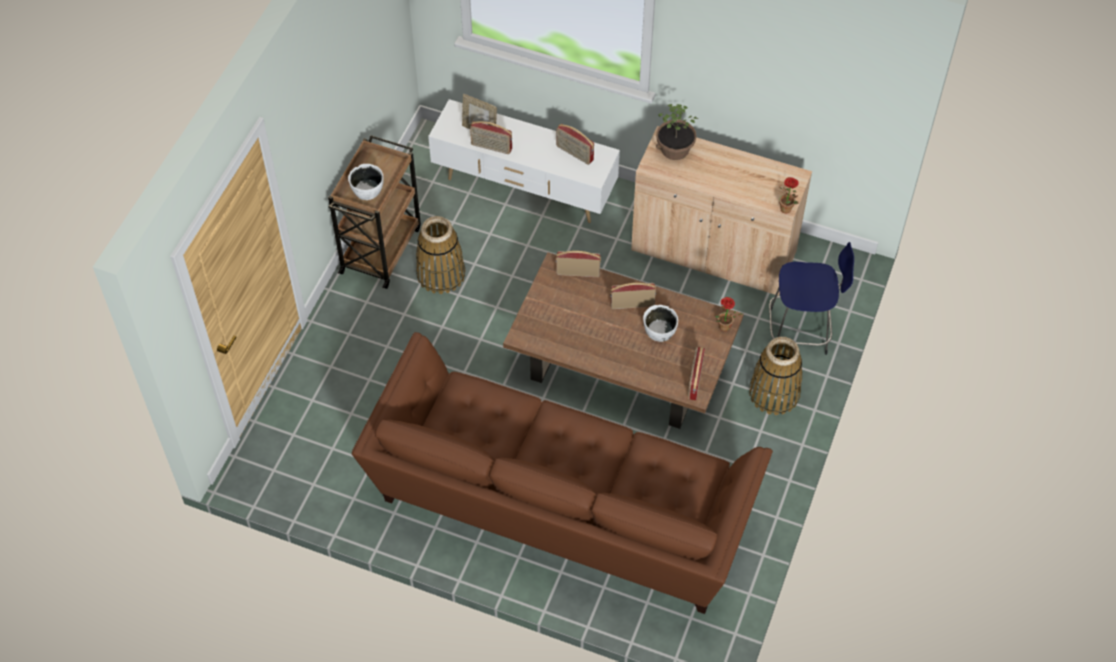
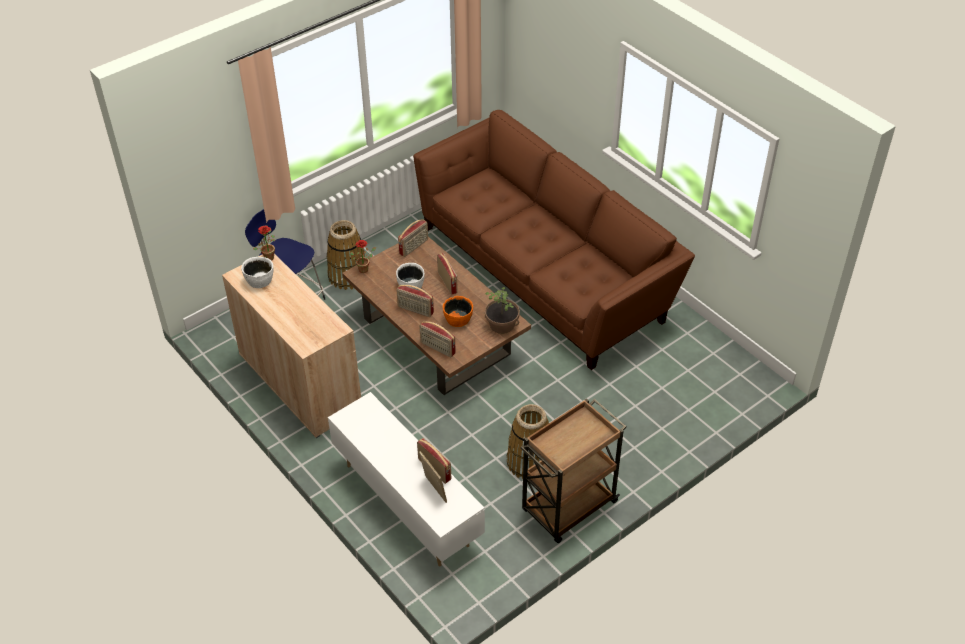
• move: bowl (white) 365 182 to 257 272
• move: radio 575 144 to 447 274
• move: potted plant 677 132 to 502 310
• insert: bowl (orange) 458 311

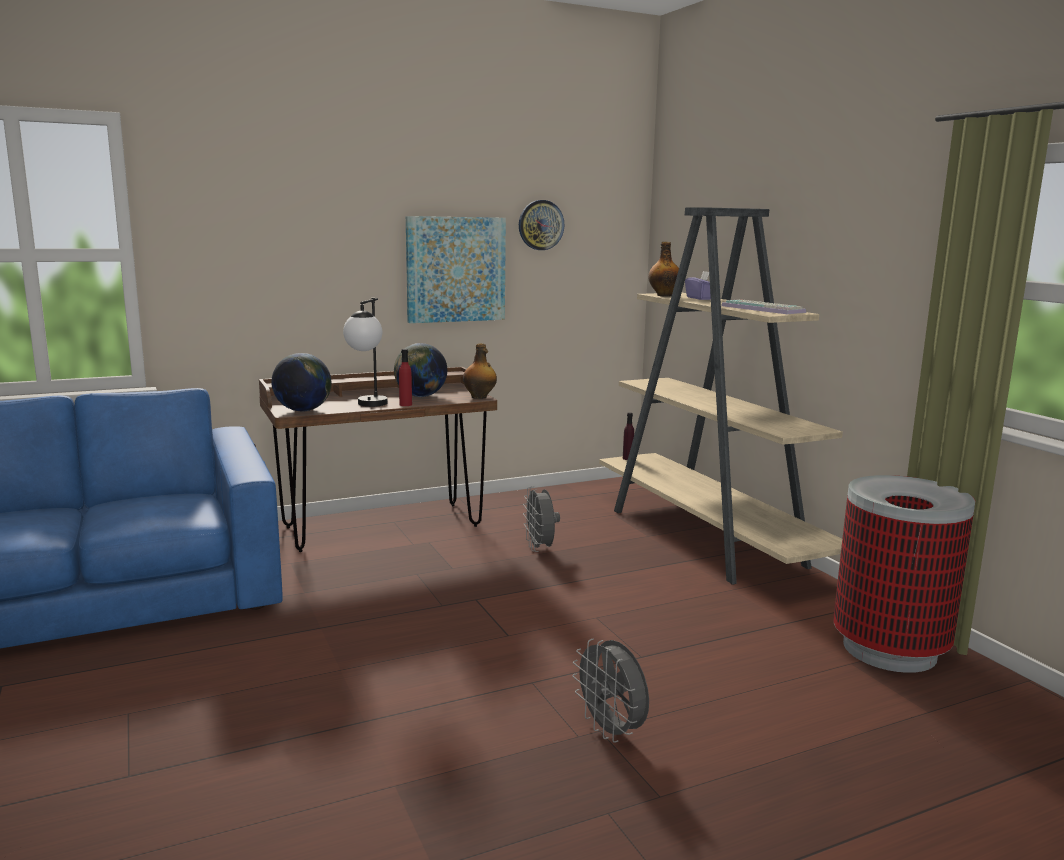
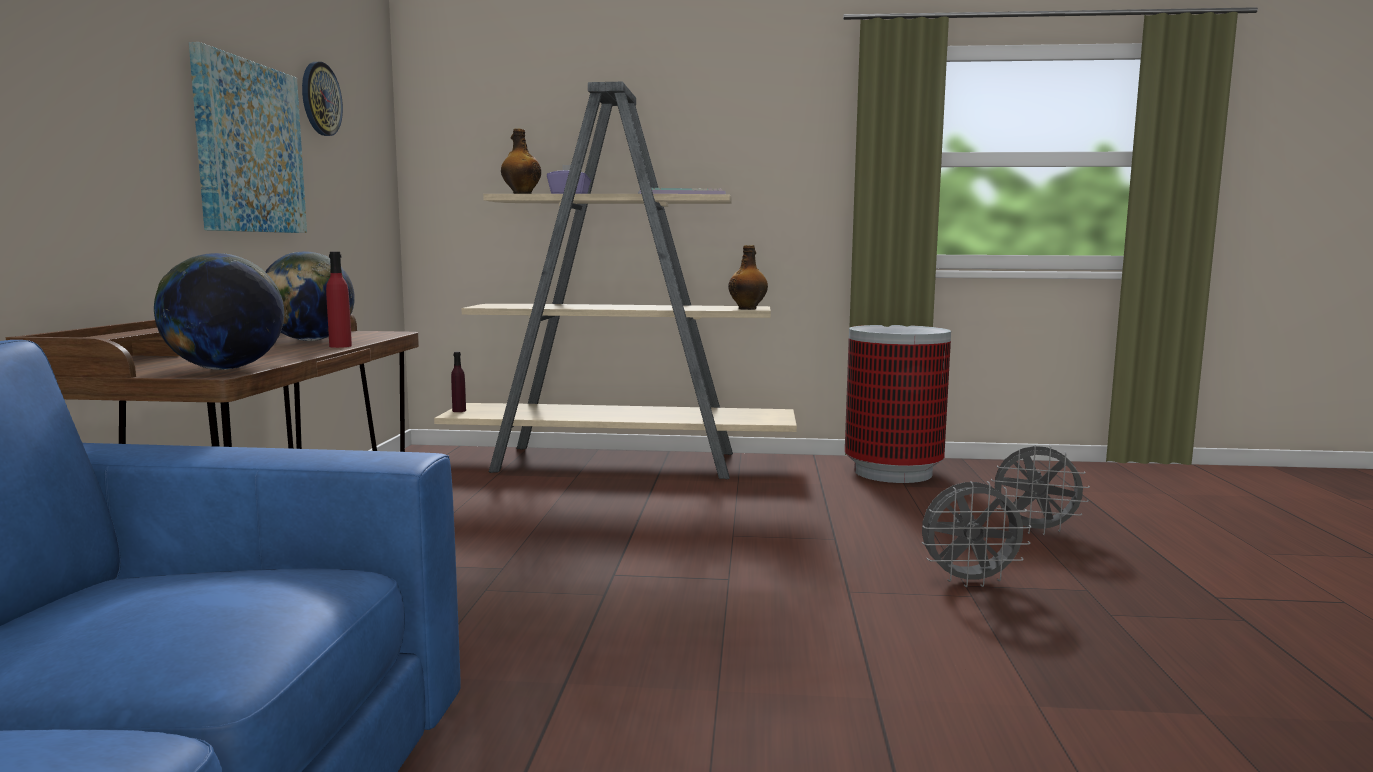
• delete: table lamp 365 352
• move: bottle 480 371 to 748 277
• move: fan (grey) 541 519 to 1040 489

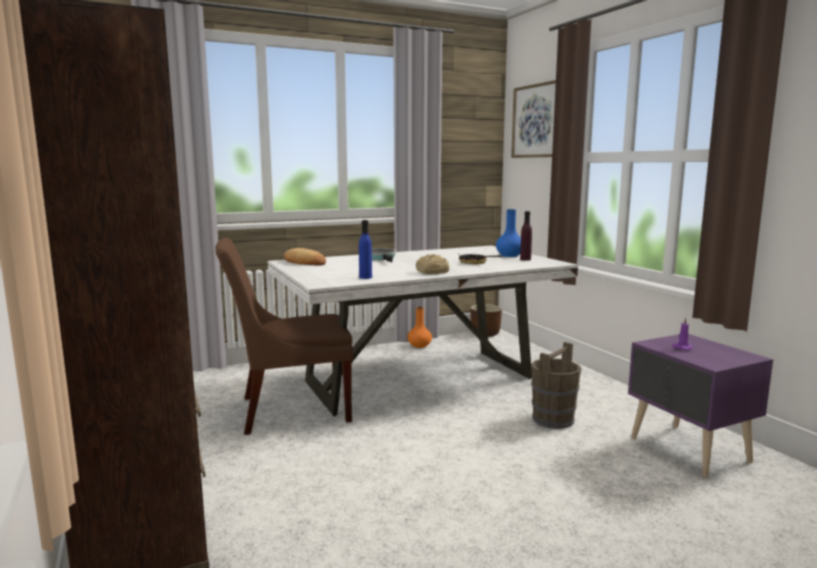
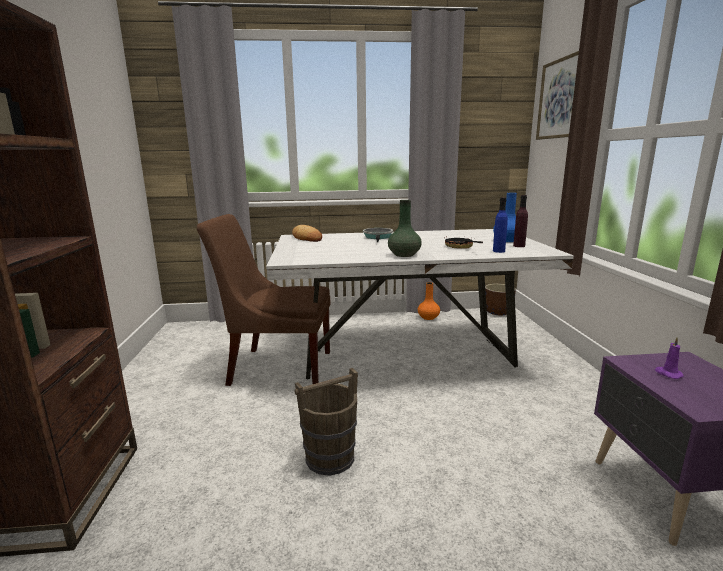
• move: bottle (blue) 365 249 to 500 225
• replace: bread 433 264 to vase (green) 405 228
• move: bucket (brown) 556 385 to 326 422

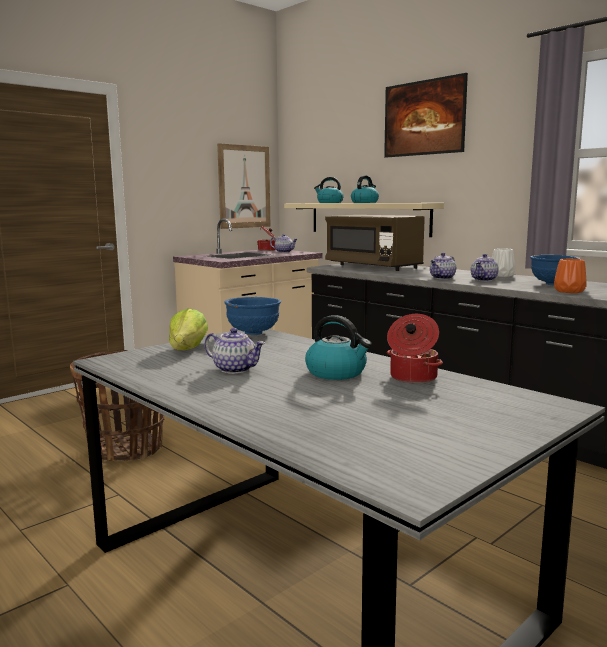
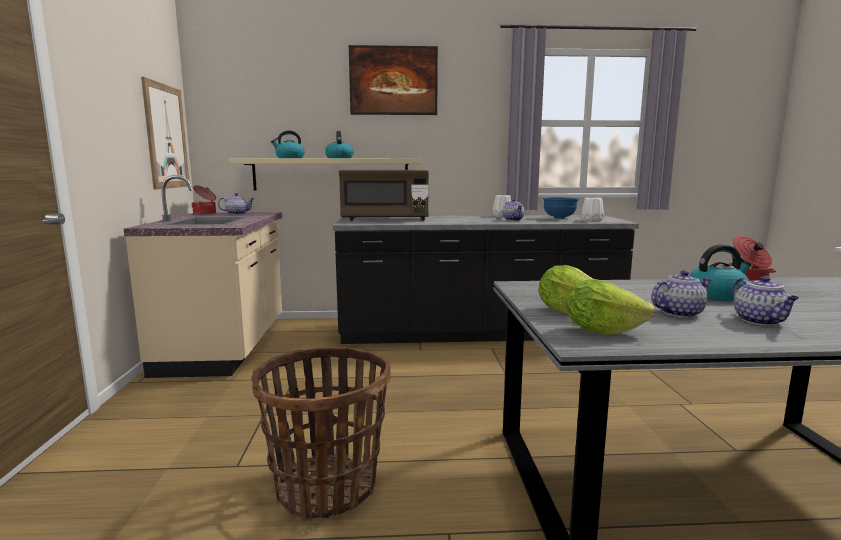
• delete: bowl (blue) 252 316
• move: teapot 443 266 to 766 301
• recolor: vase (orange) 570 275 to vase (white) 592 209
• insert: lettuce 610 307

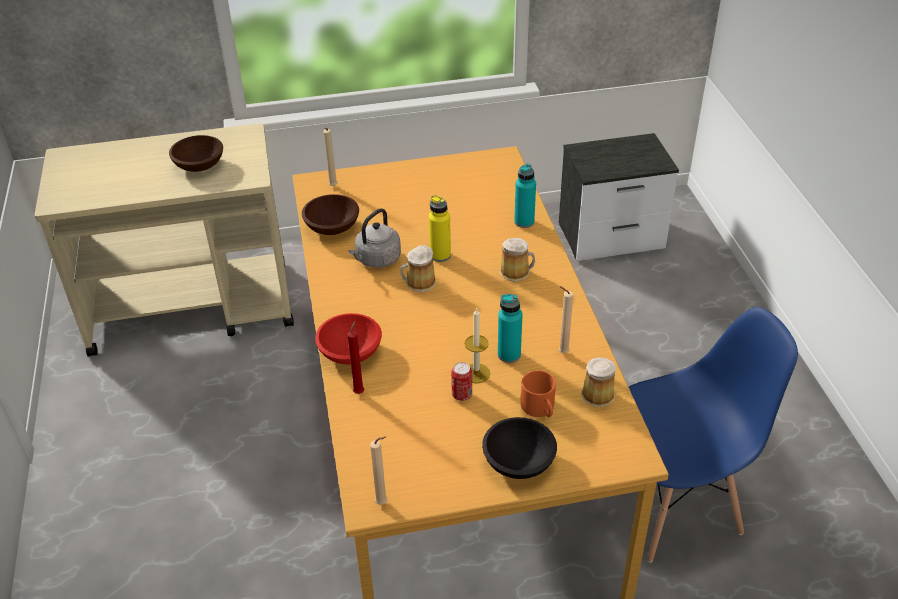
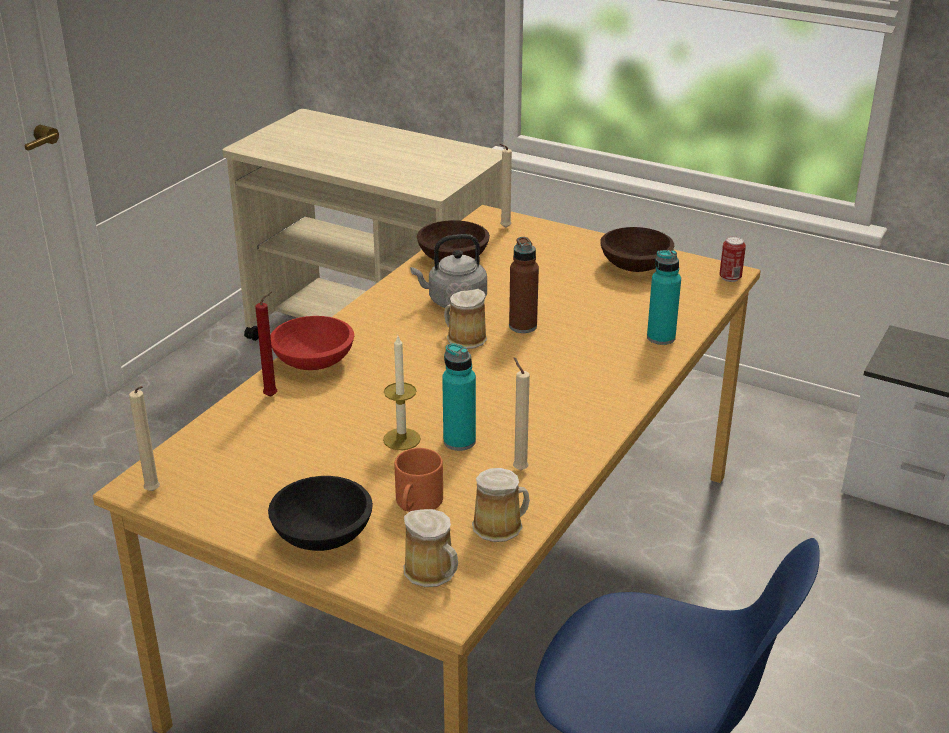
• move: bowl (brown) 196 153 to 637 249
• recolor: bottle (yellow) 440 228 to bottle (brown) 524 285
• move: can 461 381 to 732 259
• move: mug 517 260 to 430 548

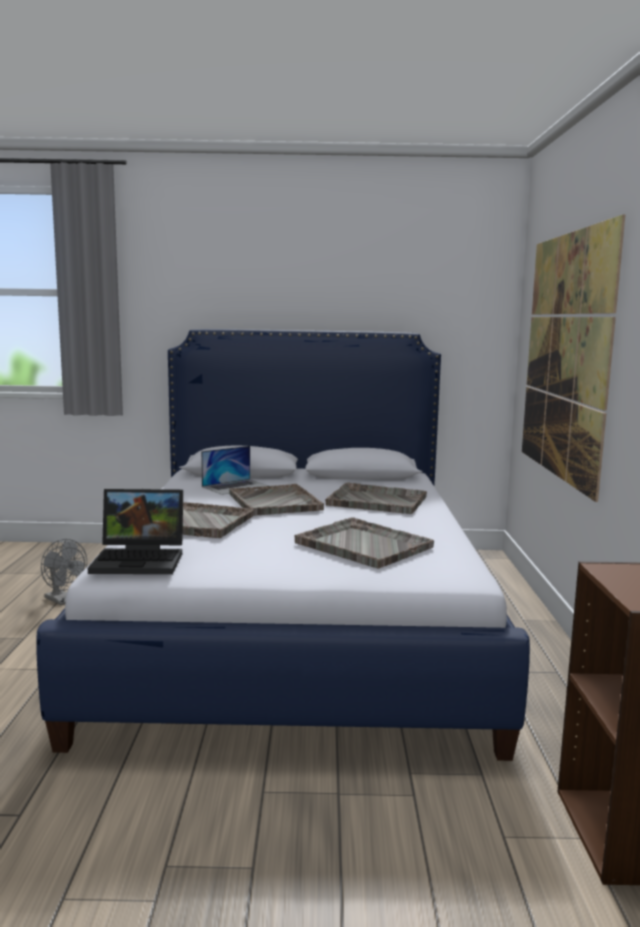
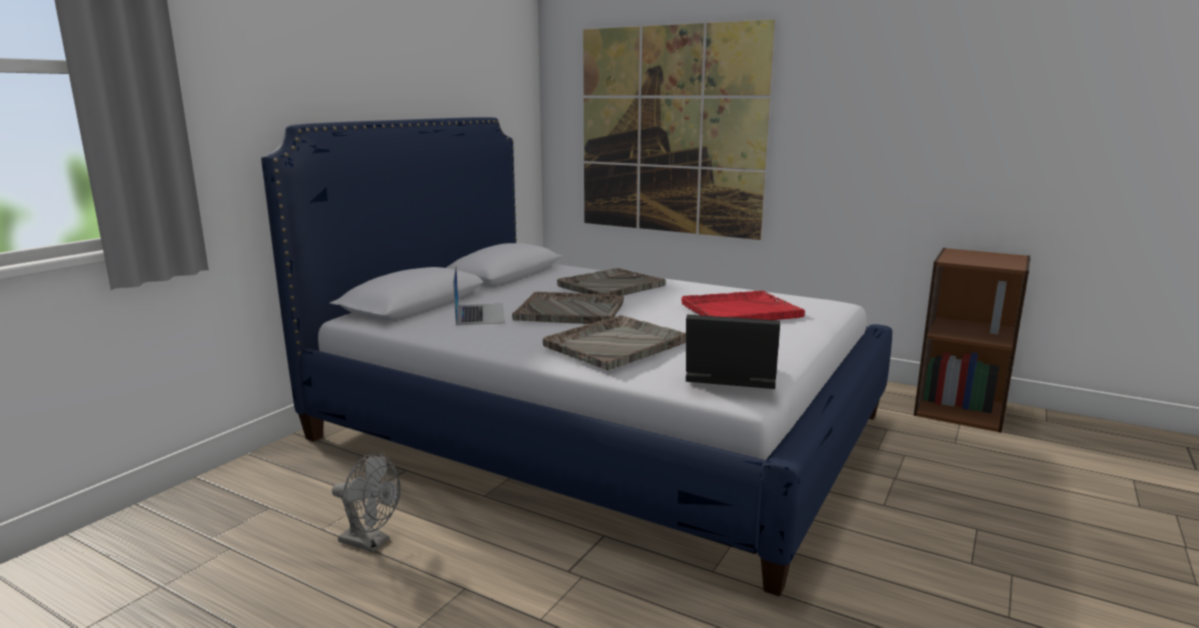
• rotate: fan (grey) 64 572 = 366 502 45 degrees clockwise
• rotate: laptop 135 531 = 733 352 105 degrees counterclockwise
• recolor: tray (grey) 364 542 to tray (red) 743 305

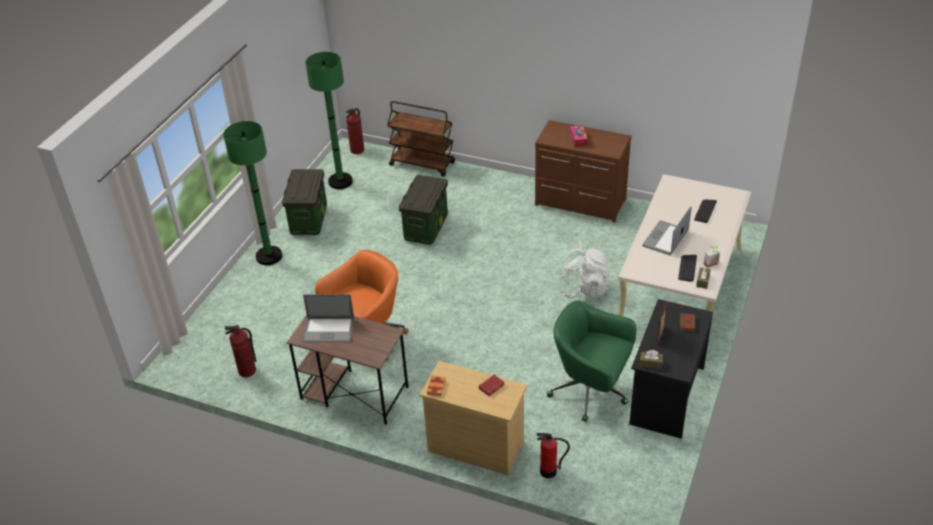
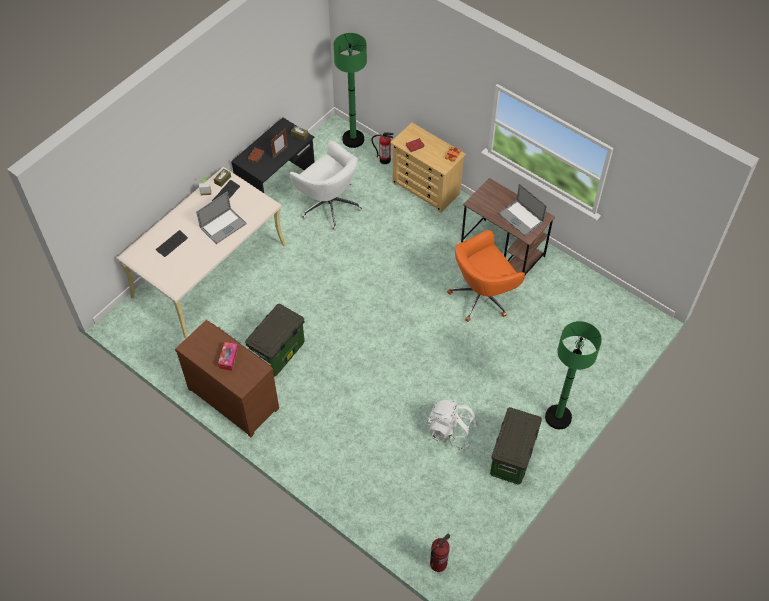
• delete: fire extinguisher 241 351
• rotate: laptop 328 318 = 522 209 150 degrees counterclockwise
• move: floor lamp (green) 329 120 to 350 90
• delete: cart (brown) 421 139
• move: storage box 423 210 to 275 340
• recolor: office chair (green) 592 361 to office chair (white) 325 185
• move: backpack (white) 585 273 to 452 424

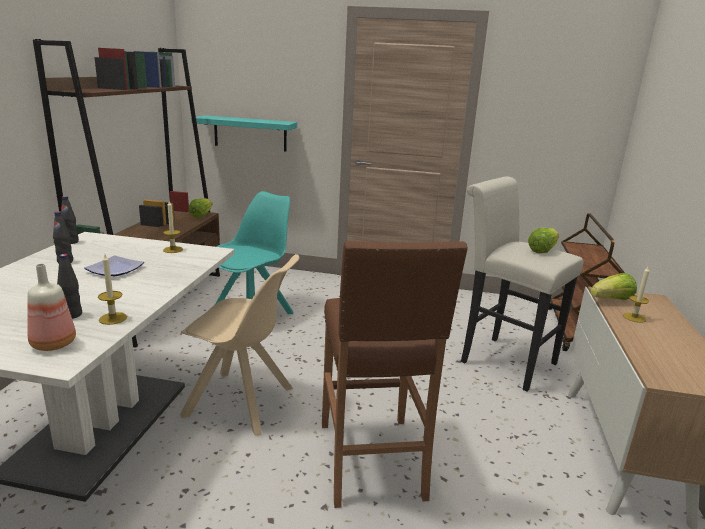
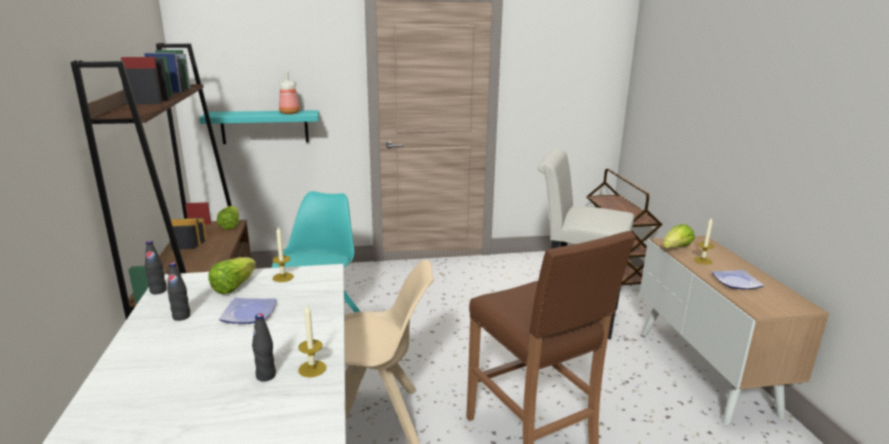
• move: bottle 51 307 to 289 92
• move: lettuce 543 240 to 232 275
• insert: plate 738 279

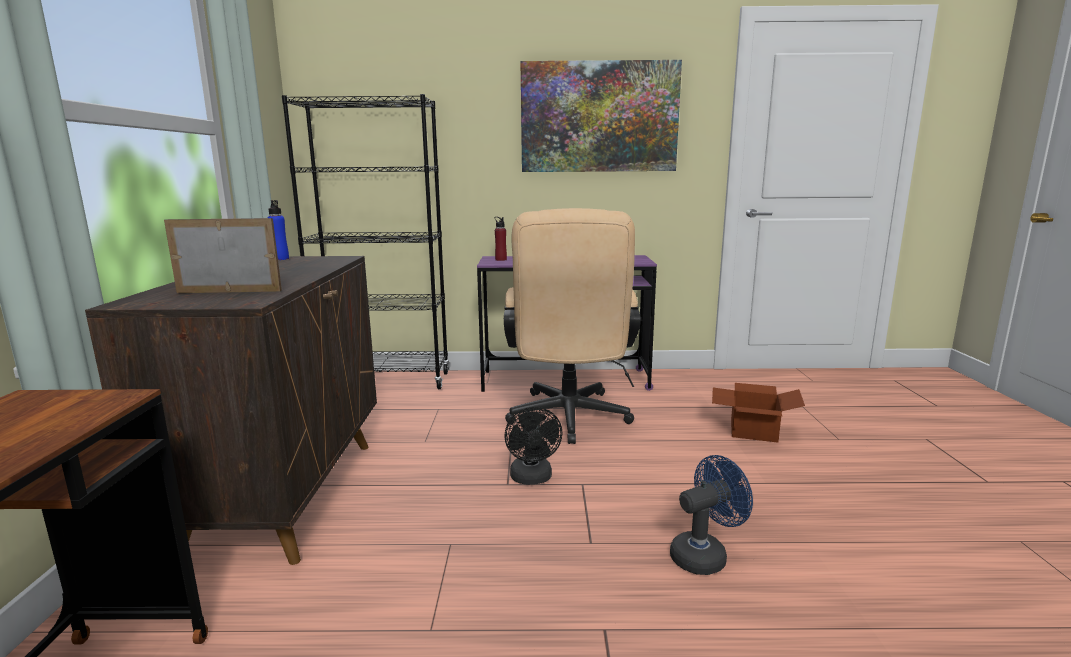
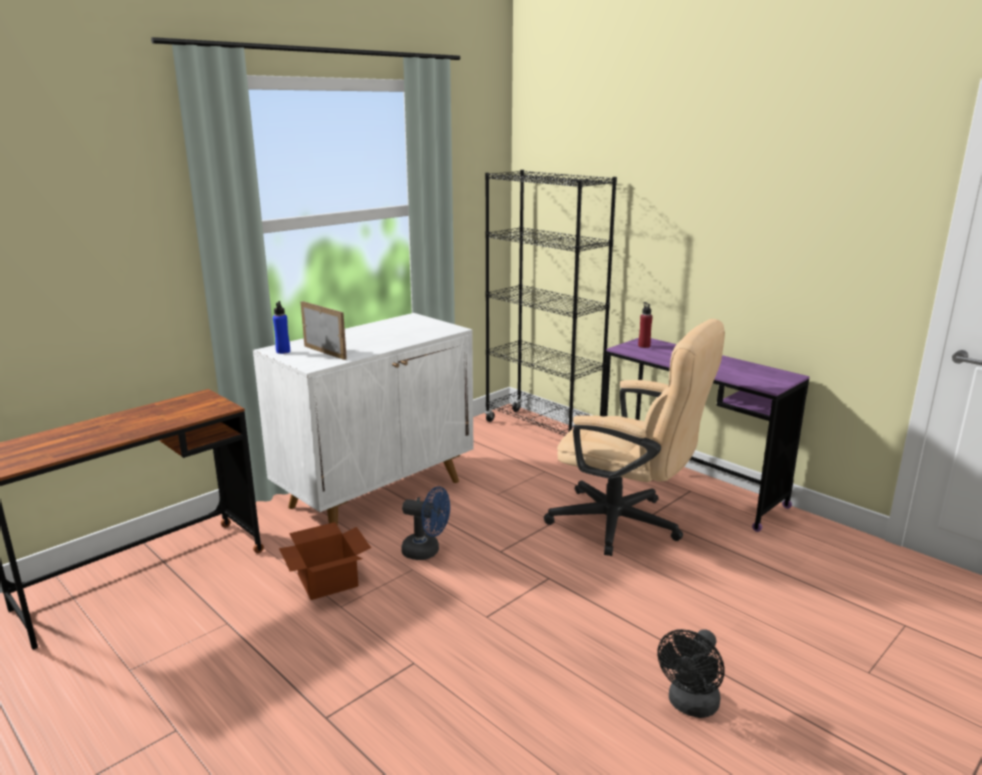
• recolor: cabinet (brown) 231 410 to cabinet (white) 363 419
• move: bottle (blue) 278 230 to 281 327
• rotate: office chair (beige) 572 326 = 634 437 105 degrees counterclockwise
• move: fan (black) 533 446 to 691 673
• delete: picture 601 116
• move: fan (blue) 711 515 to 425 523
• move: cardboard box 758 413 to 325 561

